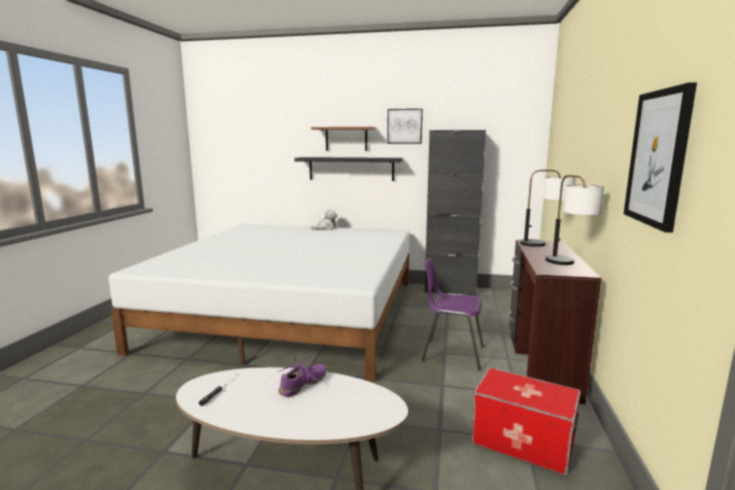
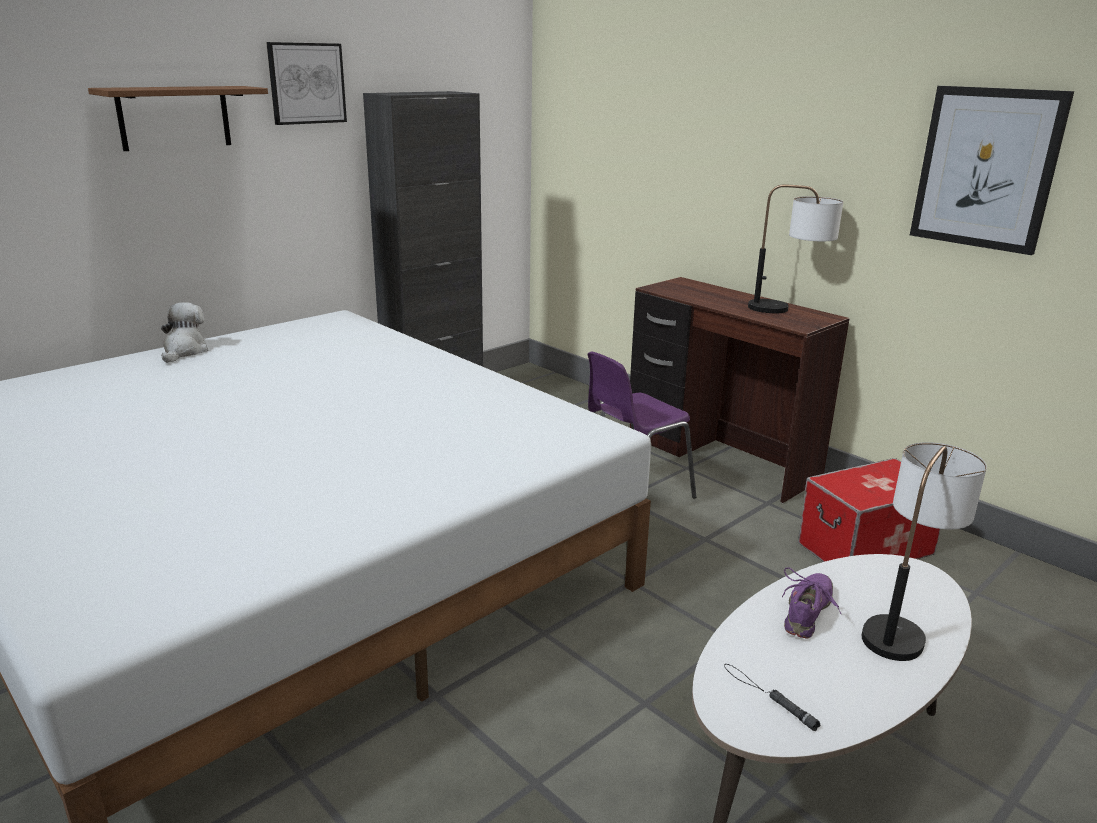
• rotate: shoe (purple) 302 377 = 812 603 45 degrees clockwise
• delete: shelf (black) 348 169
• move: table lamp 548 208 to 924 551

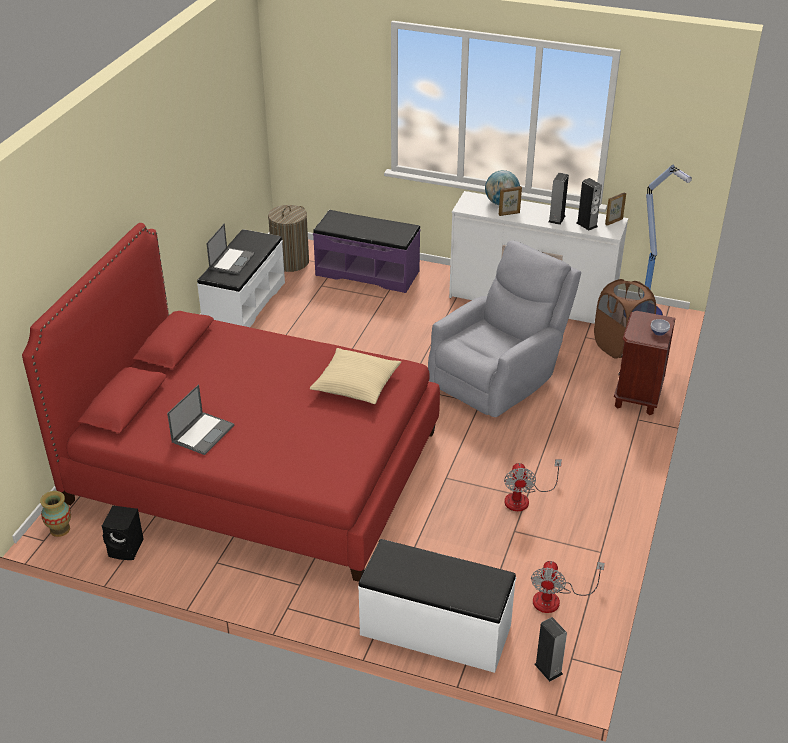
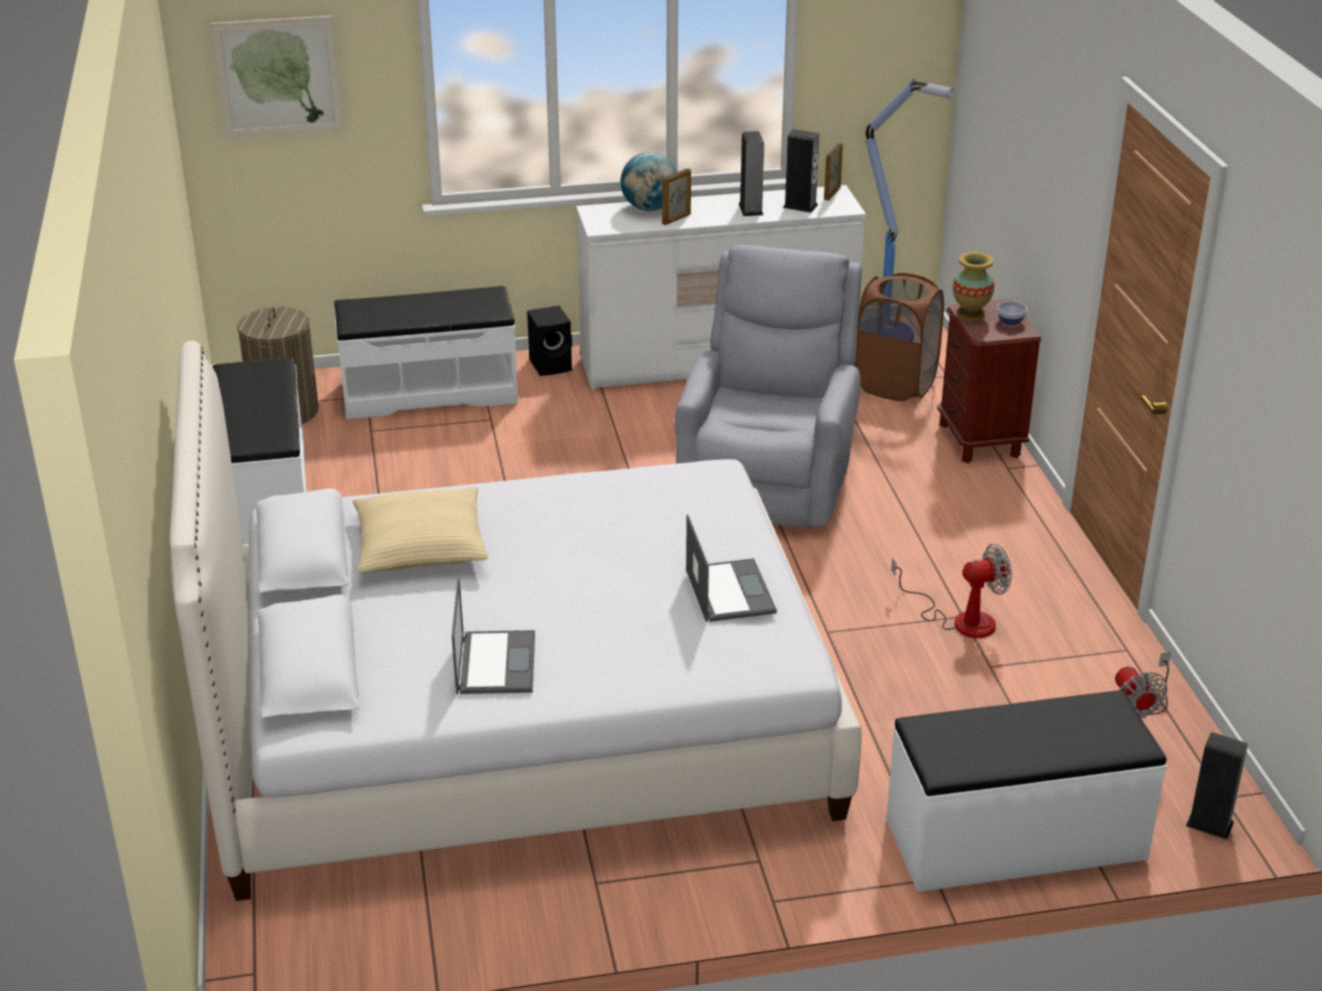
• recolor: bed (red) 231 402 to bed (white) 516 621
• move: vase 55 514 to 973 286
• move: speaker (black) 123 533 to 549 341
• move: laptop 230 249 to 731 568
• move: pillow (beige) 355 376 to 420 530
• recolor: bench (purple) 366 251 to bench (white) 426 353
• rotate: fan 533 485 = 951 591 75 degrees counterclockwise
• insert: picture 277 77

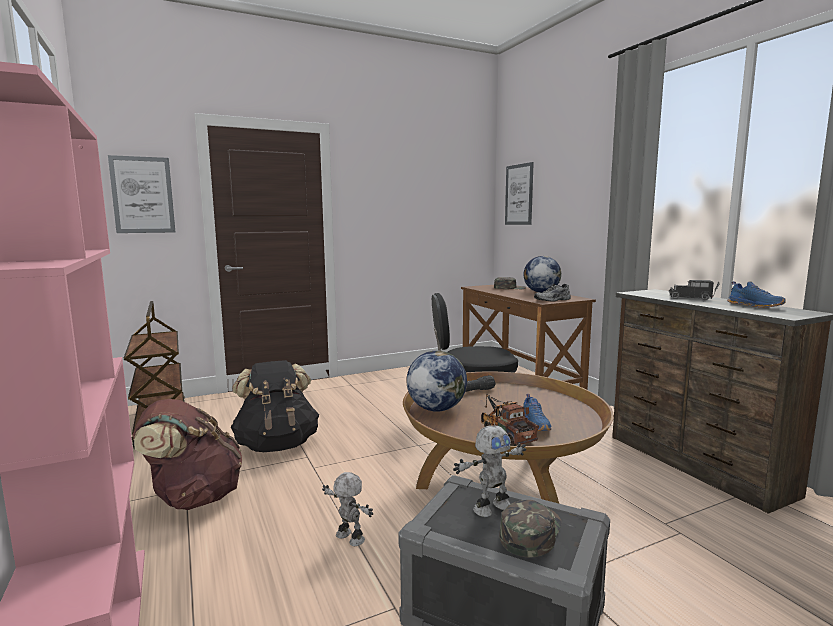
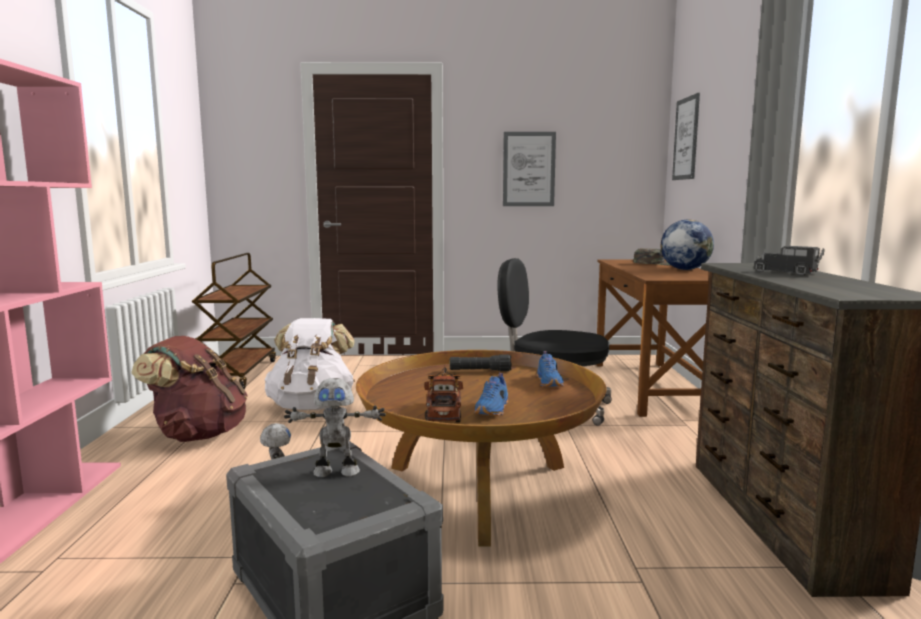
• move: picture 141 194 to 529 169
• recolor: backpack (black) 275 406 to backpack (white) 310 364
• delete: globe 437 381
• delete: cap (green) 530 528
• delete: shoe (grey) 552 292
• move: shoe (blue) 756 294 to 550 369

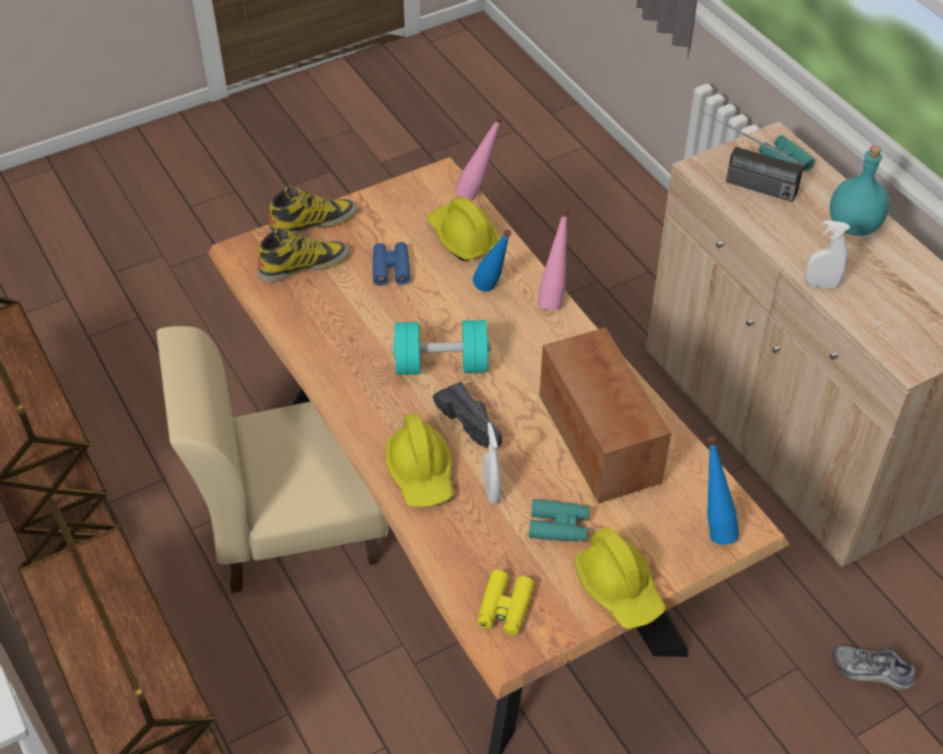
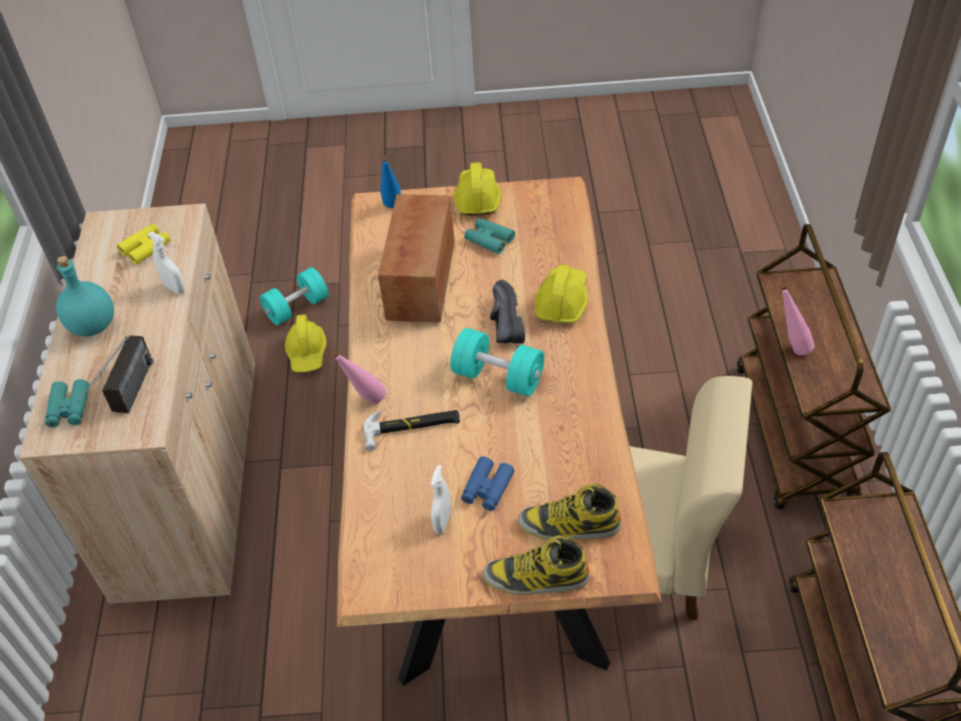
• move: hard hat (yellow) 463 229 to 305 343
• move: bottle (pink) 479 157 to 797 319
• replace: bottle (blue) 492 260 to hammer 411 430
• move: binoculars (yellow) 506 602 to 144 244
• move: spray bottle (white) 492 463 to 440 499
• rotate: radio 753 157 = 116 374 45 degrees clockwise
• replace: shoe 874 666 to dumbbell (turquoise) 294 296

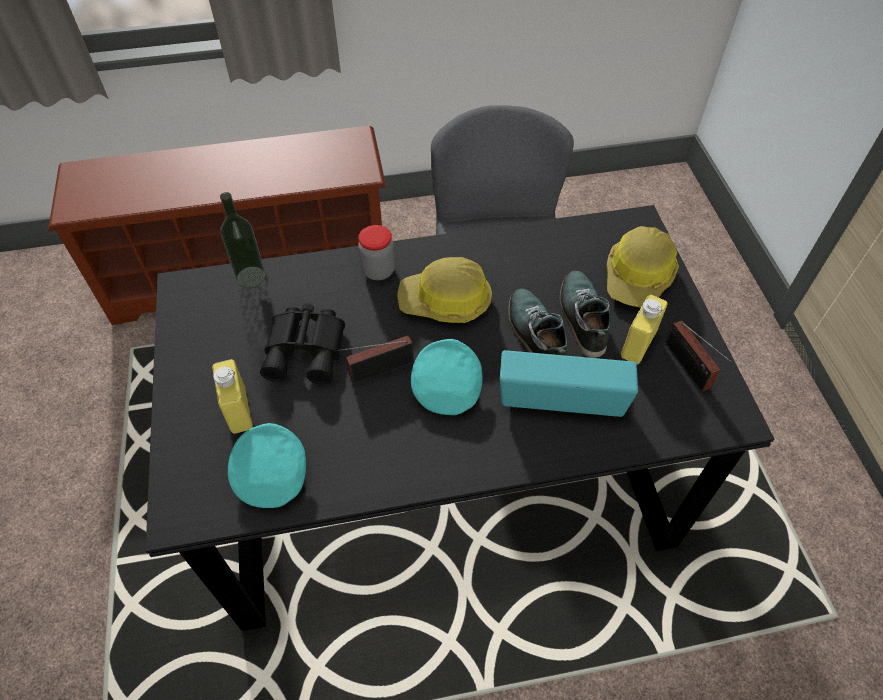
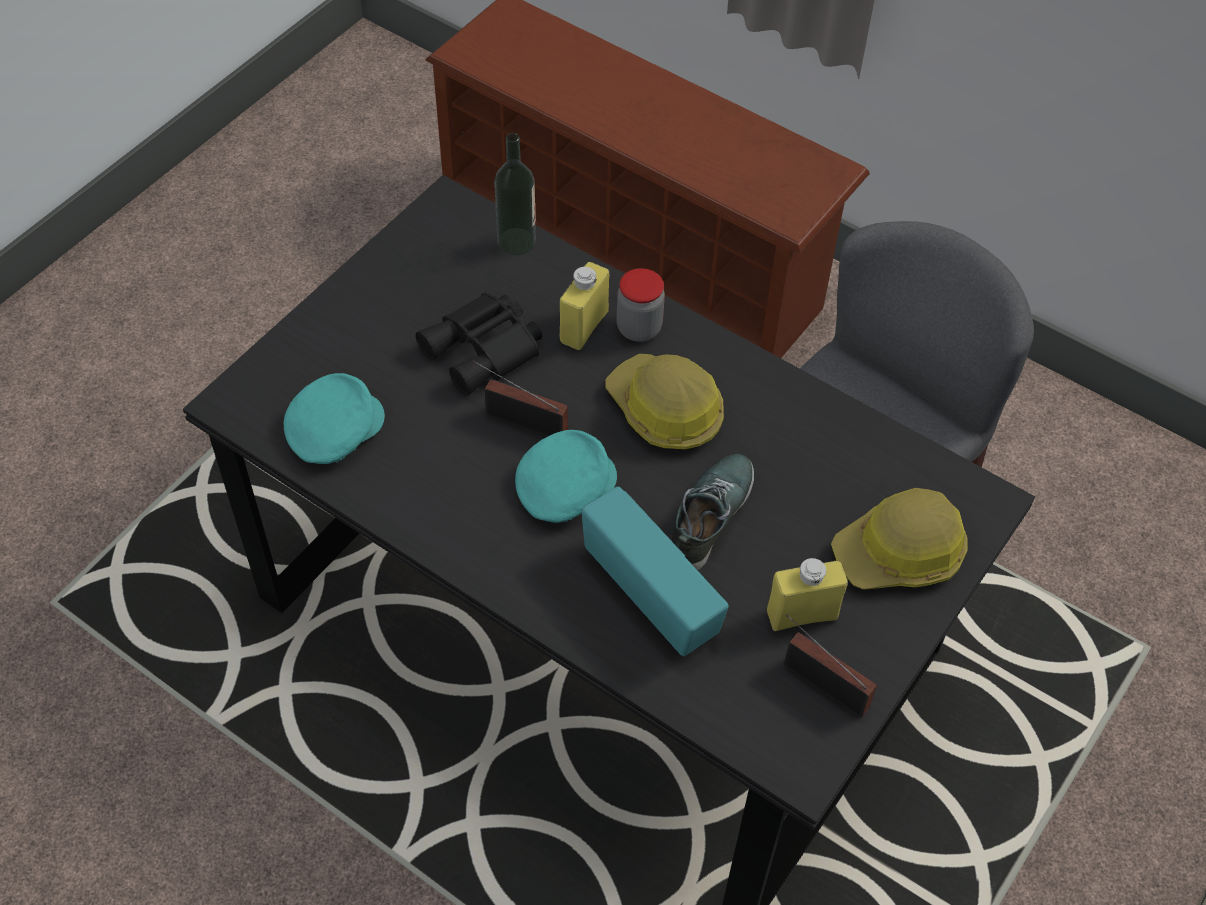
• move: bottle (yellow) 232 396 to 584 306
• delete: shoe 585 314
• rotate: radio 698 356 = 830 665 105 degrees clockwise

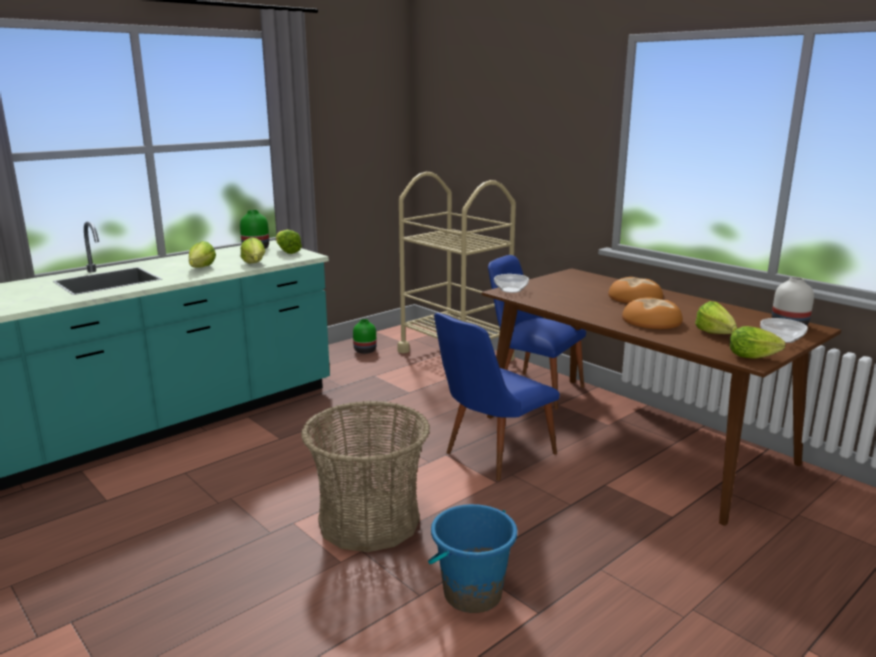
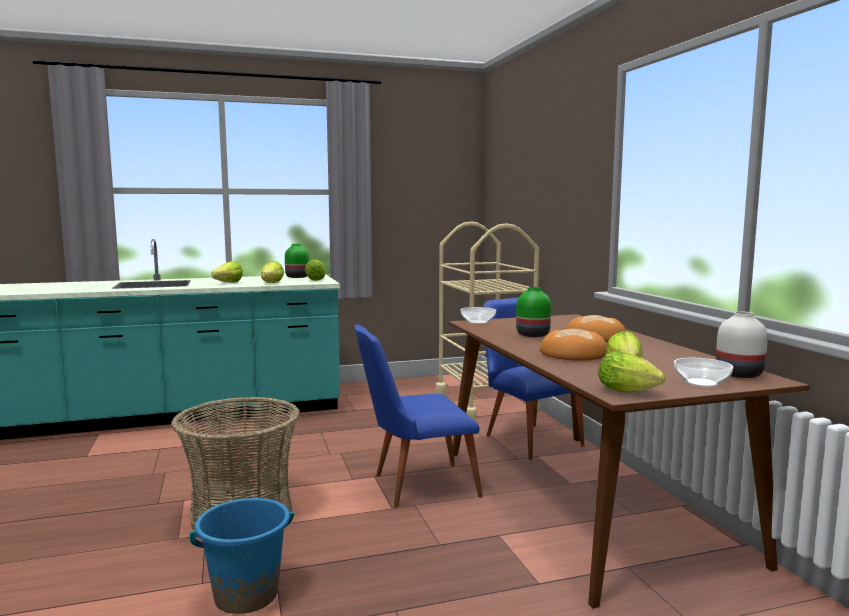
• move: vase (green) 365 336 to 533 312

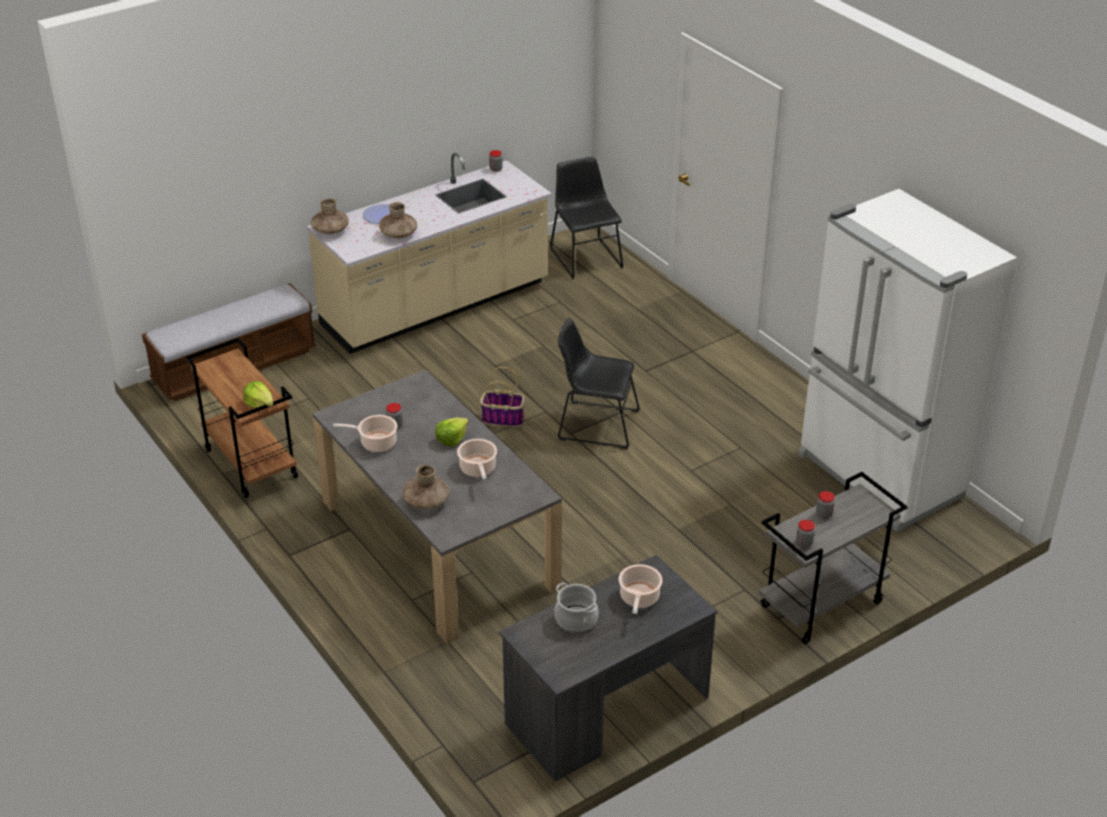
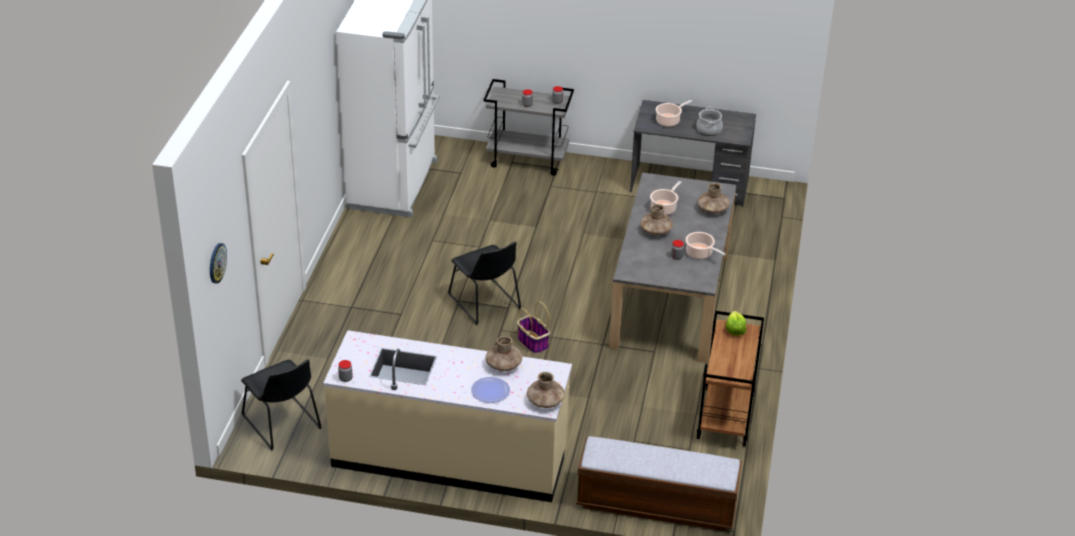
• replace: lettuce 452 432 to vase (brown) 656 219
• rotate: chair (black) 587 218 = 281 405 60 degrees counterclockwise
• insert: wall clock 218 263

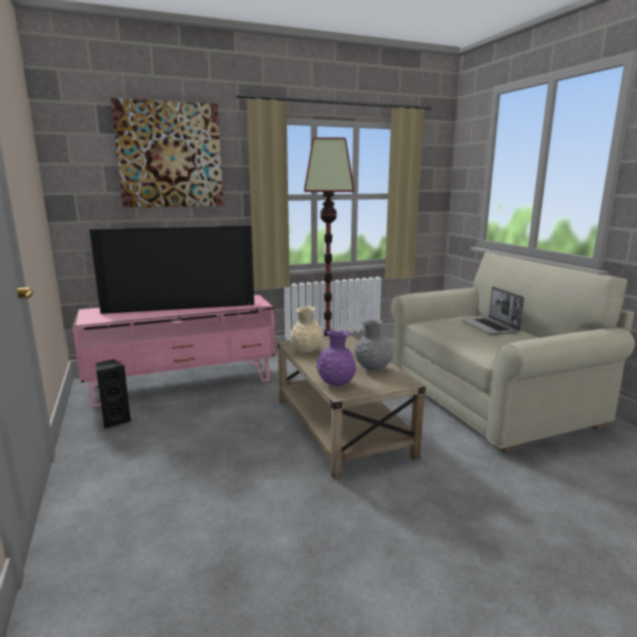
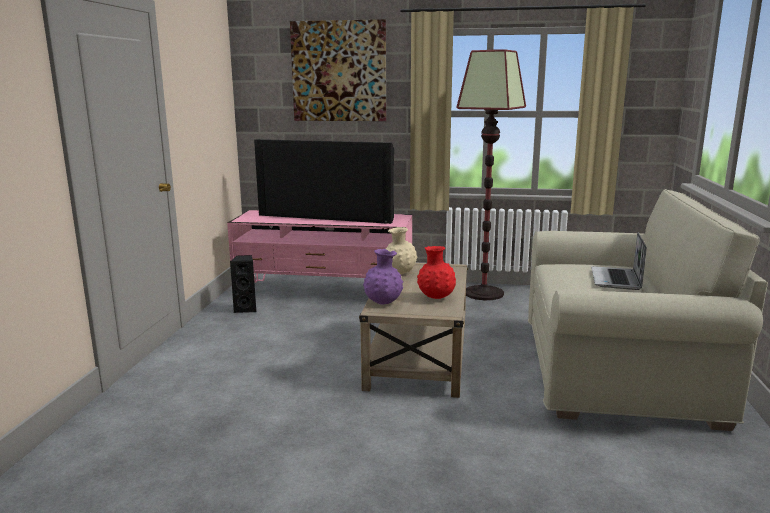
• recolor: vase (grey) 373 344 to vase (red) 436 272

